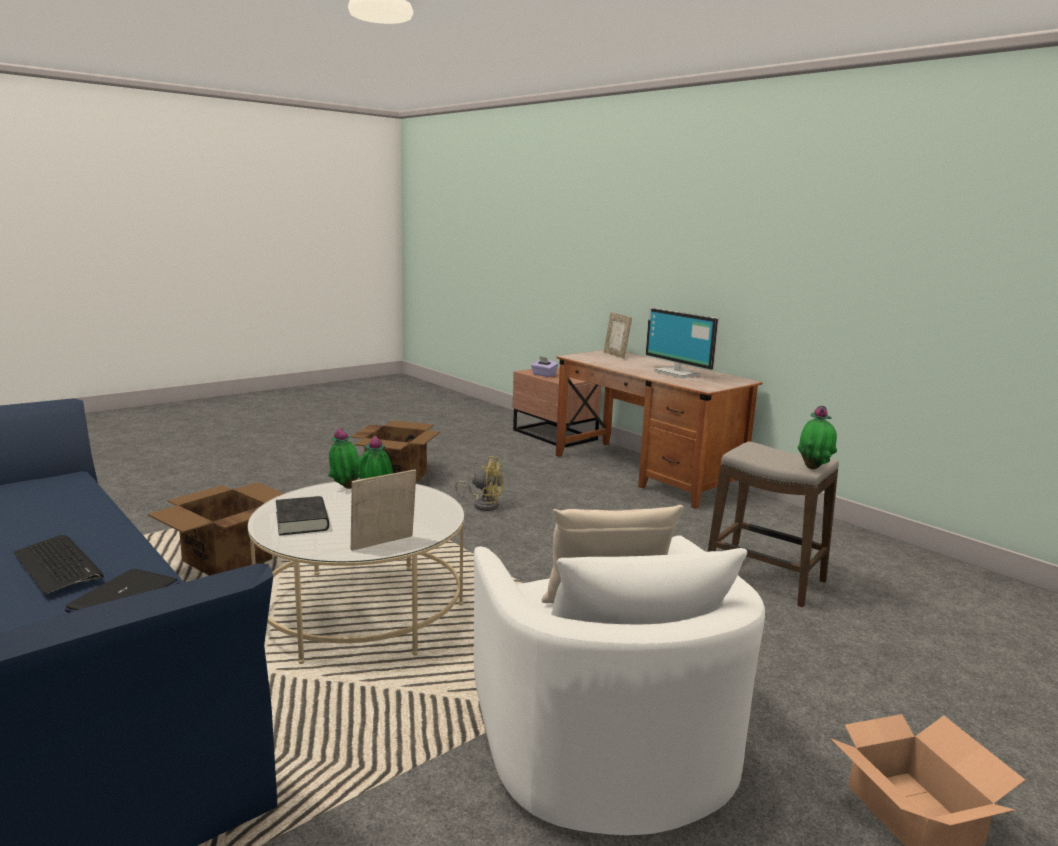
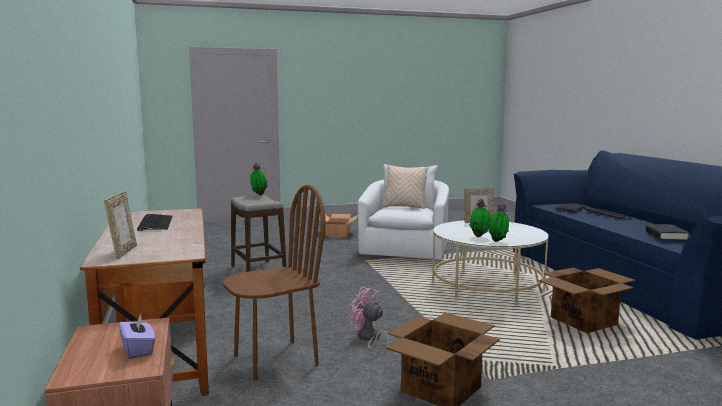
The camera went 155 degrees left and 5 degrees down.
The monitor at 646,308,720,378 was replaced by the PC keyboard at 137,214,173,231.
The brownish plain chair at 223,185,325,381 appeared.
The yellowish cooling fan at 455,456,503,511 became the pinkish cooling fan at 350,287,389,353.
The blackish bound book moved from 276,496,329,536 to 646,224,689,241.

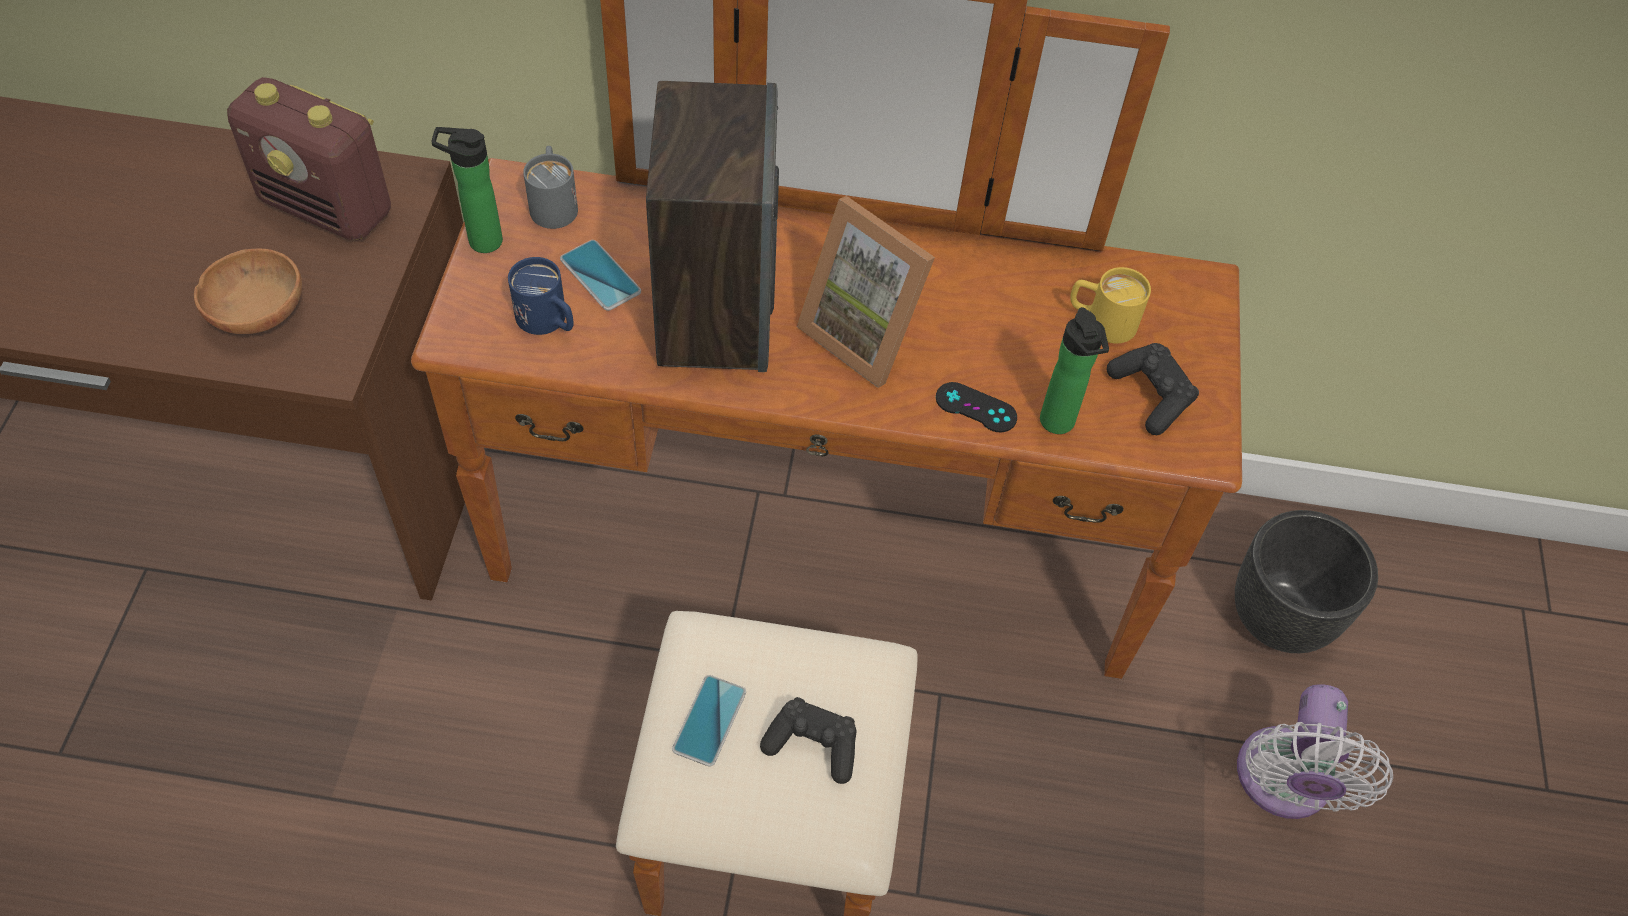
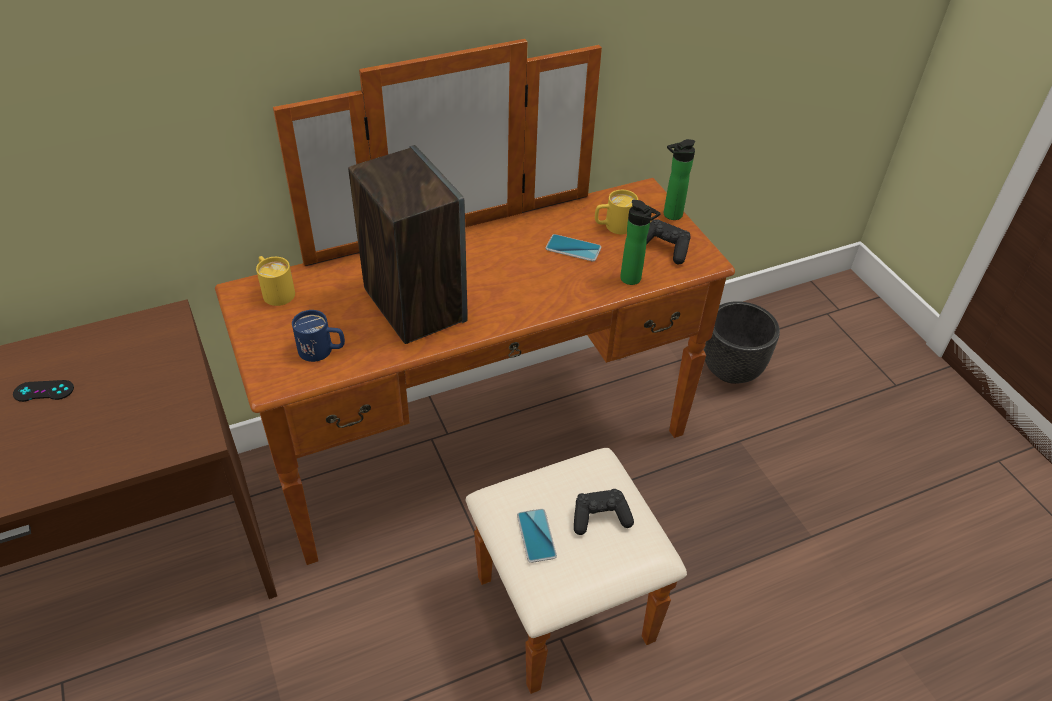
The camera went 30 degrees left and 10 degrees down.
The blackish game controller moved from 936,382,1017,432 to 13,380,74,402.
The grey mug at 523,146,578,229 became the yellowish mug at 256,256,295,306.
The phone moved from 560,240,641,311 to 546,234,601,261.
The drink bottle moved from 431,127,503,253 to 664,139,695,220.
The brownish deep dish at 194,249,302,334 disappeared.
The radio receiver at 227,77,391,240 disappeared.
The standing frame at 797,196,935,388 disappeared.
The whitish cooling fan at 1237,684,1393,819 disappeared.

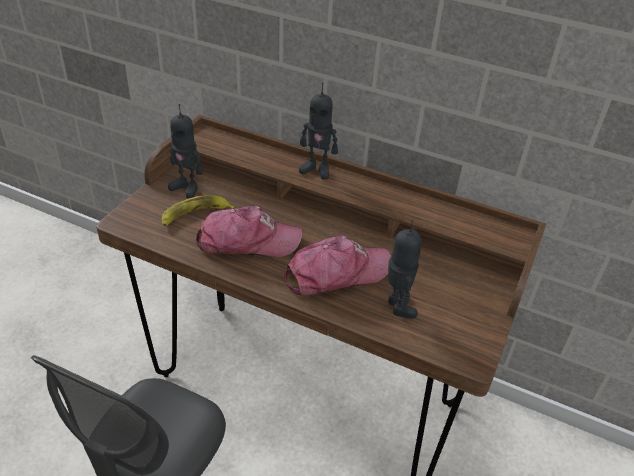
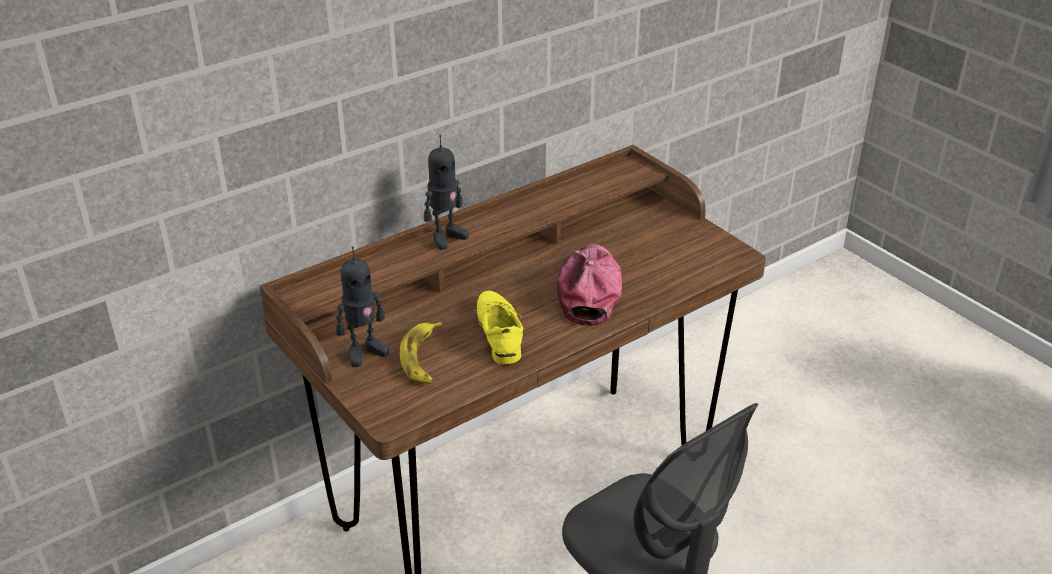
The camera went 60 degrees left and 5 degrees down.
The cap at 195,205,302,257 was replaced by the yellowish item of footwear at 476,291,523,364.
The robot figure at 388,220,422,319 disappeared.

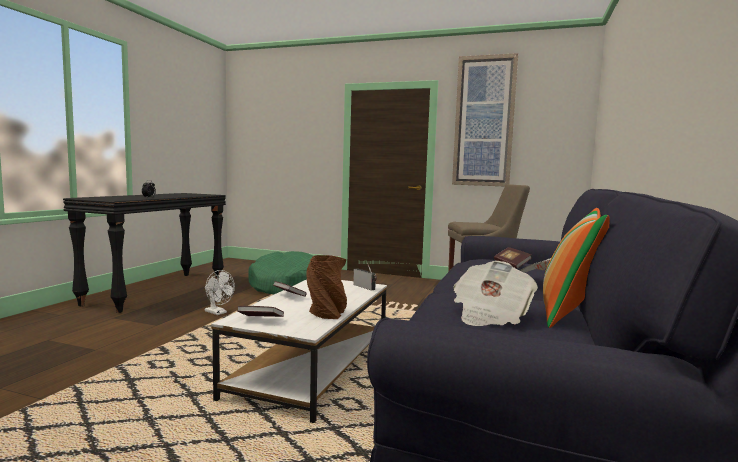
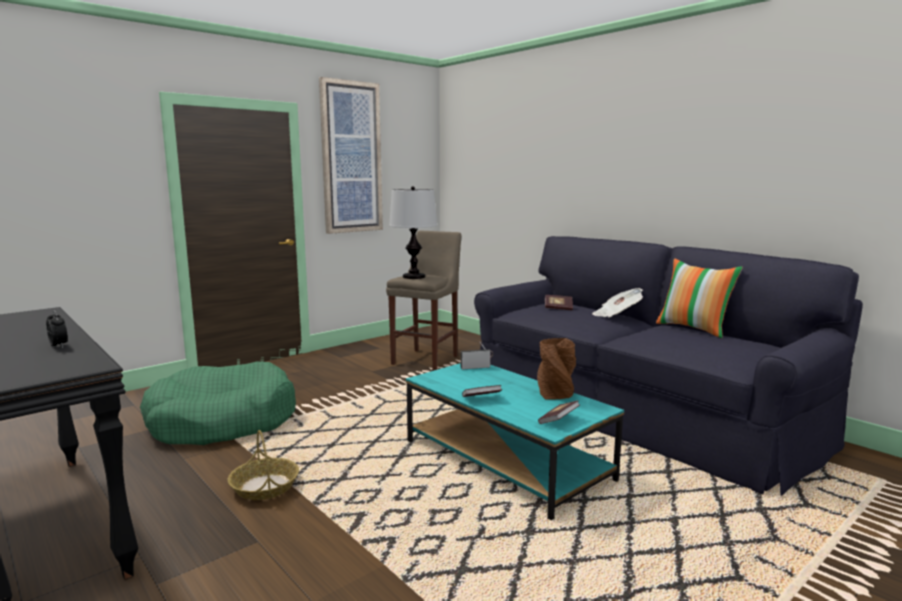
The camera went 60 degrees left and 5 degrees up.
The whitish cooling fan at 205,270,235,315 was replaced by the household basket at 228,430,299,500.
The table lamp at 389,186,437,279 appeared.
The whitish lounge table at 211,280,387,423 became the turquoise lounge table at 406,363,624,520.
The daily paper at 453,261,538,326 disappeared.

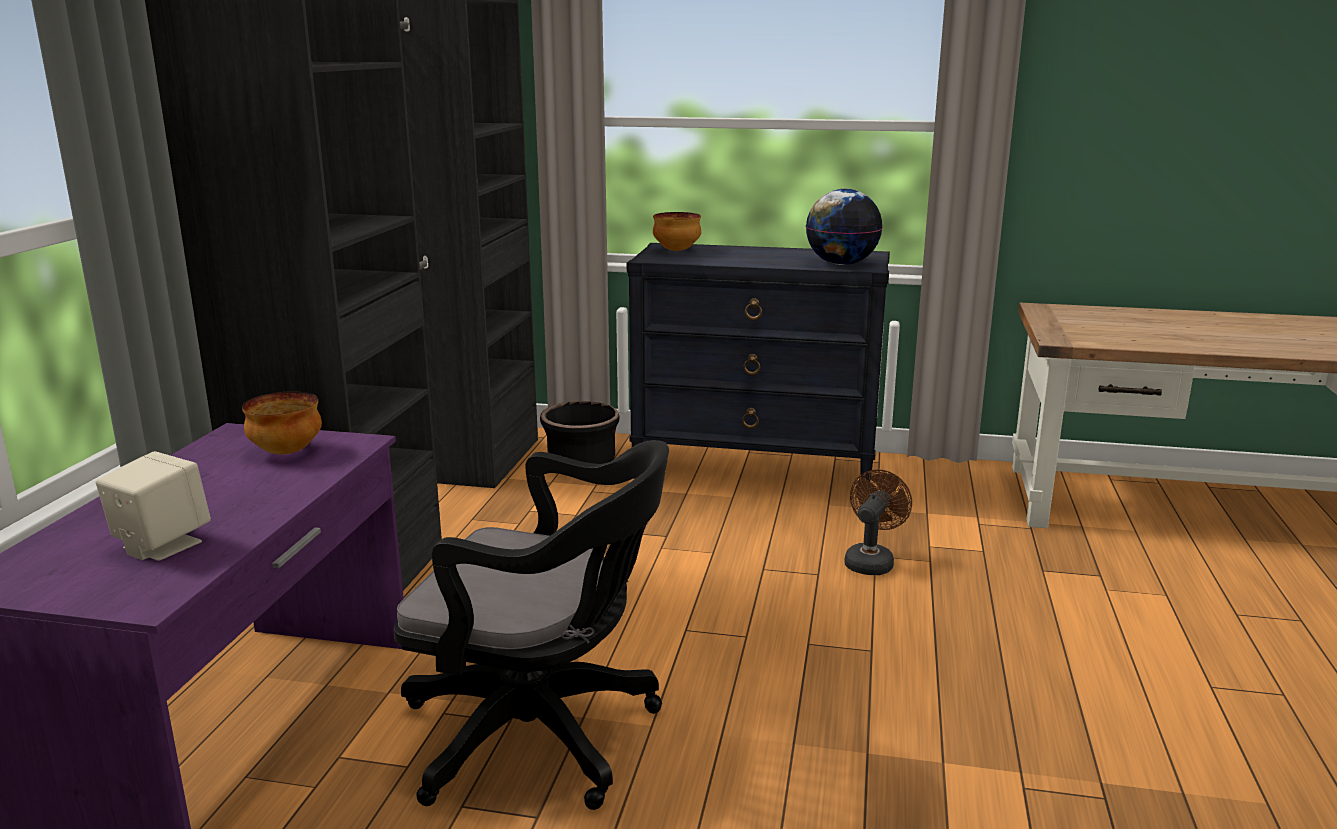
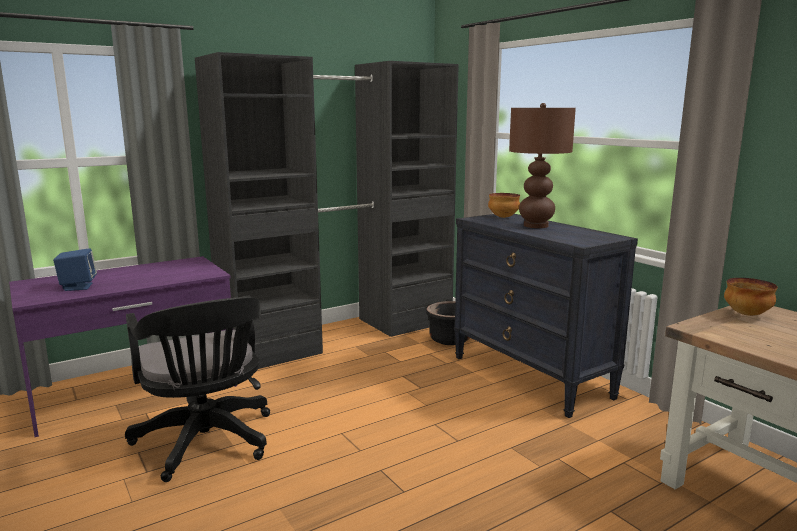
The camera went 45 degrees right and 5 degrees down.
The beige-coloured speaker at 96,451,211,561 became the blue-coloured speaker at 53,248,97,291.
The brownish table lamp at 509,103,576,228 appeared.
The deep dish moved from 242,392,322,454 to 724,278,778,316.
The globe at 806,189,883,265 disappeared.
The brownish cooling fan at 844,469,912,575 disappeared.

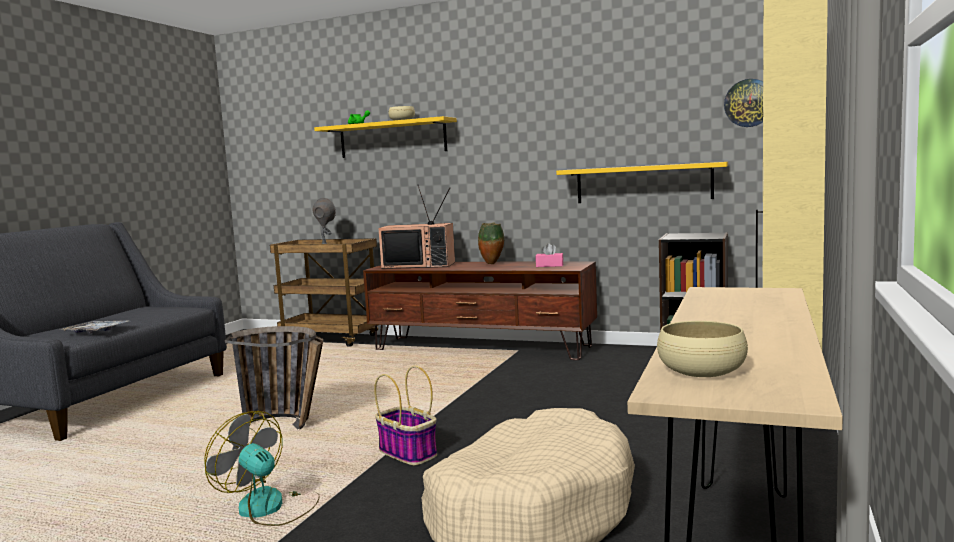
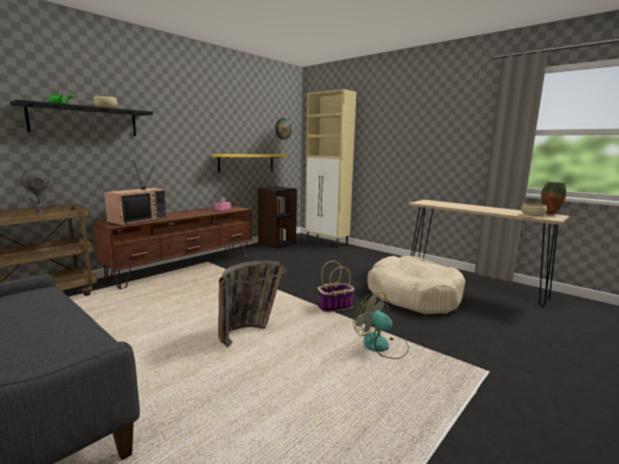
The camera went 70 degrees left and 5 degrees up.
The yellowish shelf at 314,116,457,158 became the blackish shelf at 10,100,153,136.
The cooling fan at 204,411,320,526 turned 75 degrees clockwise.
The vase moved from 478,223,504,264 to 541,182,566,214.
The tray at 63,321,129,334 disappeared.

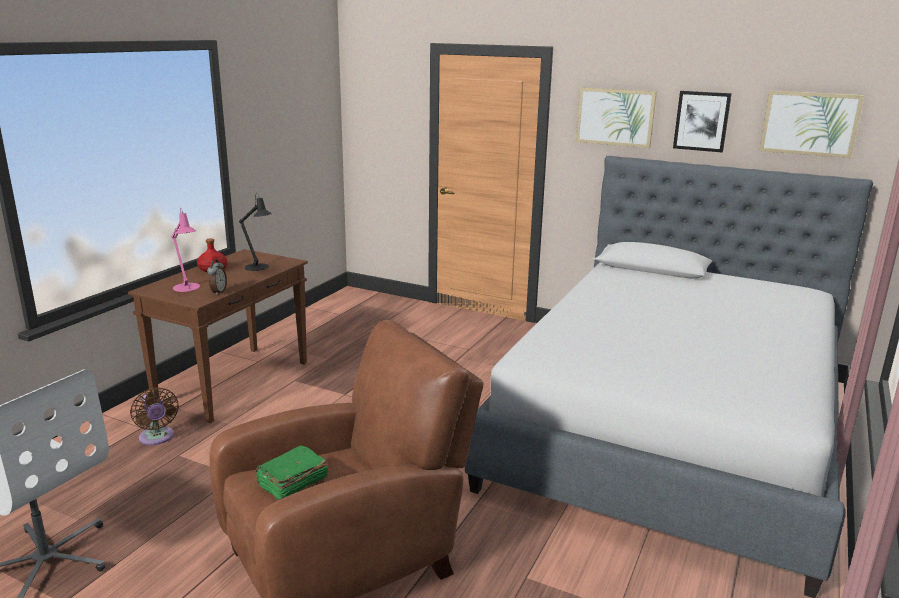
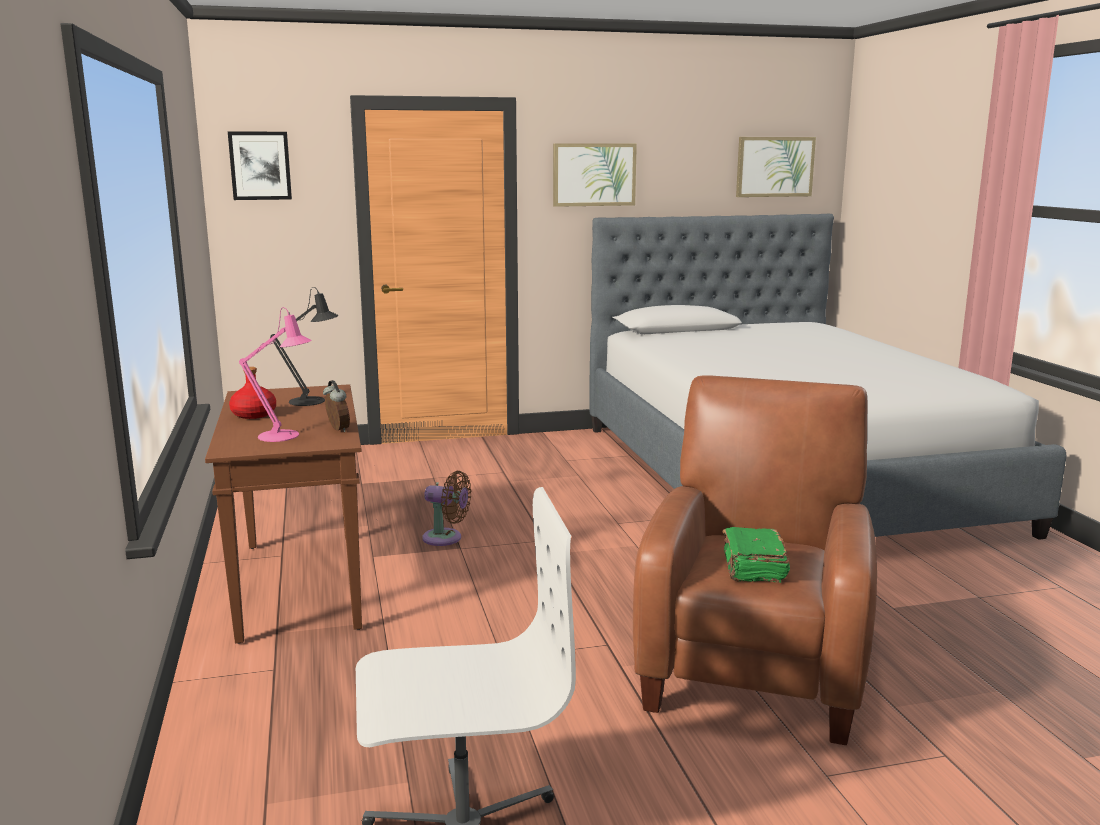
The camera went 40 degrees left and 5 degrees down.
The picture moved from 673,91,732,152 to 228,131,292,200.
The brownish cooling fan moved from 130,387,179,445 to 422,471,471,546.

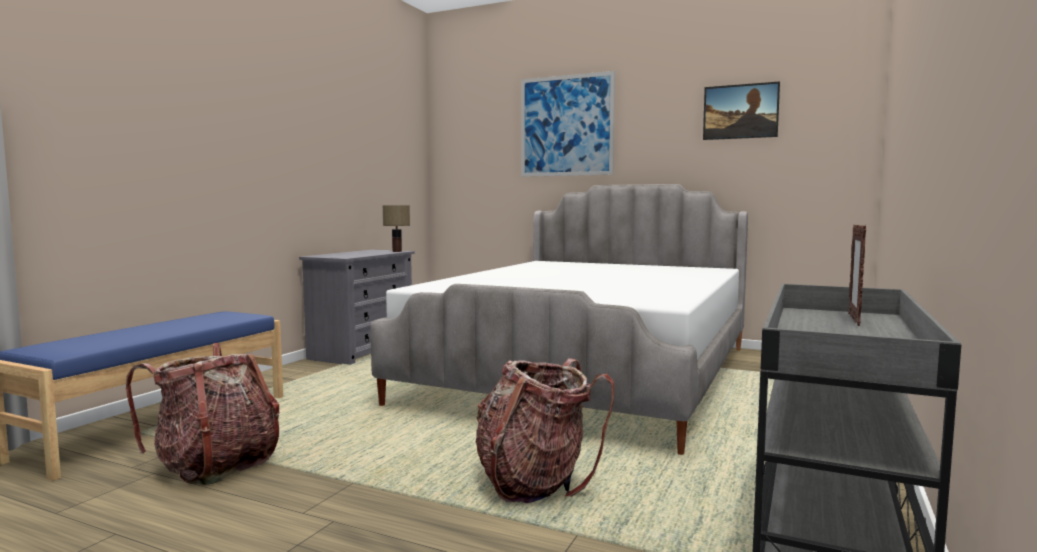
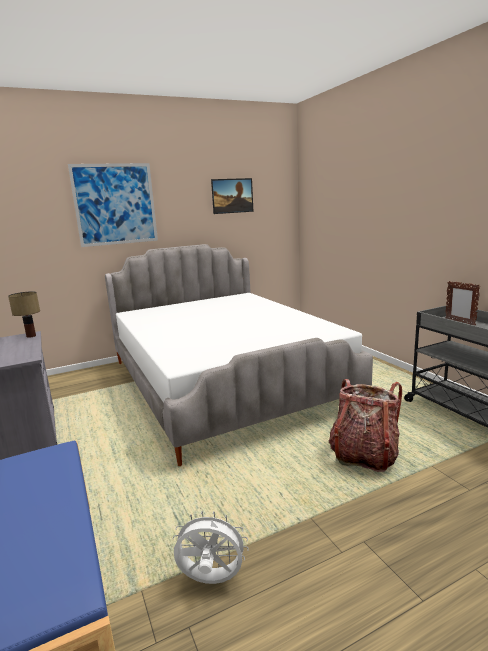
The camera went 50 degrees left and 10 degrees up.
The knapsack at 126,343,279,485 was replaced by the whitish cooling fan at 173,511,248,584.

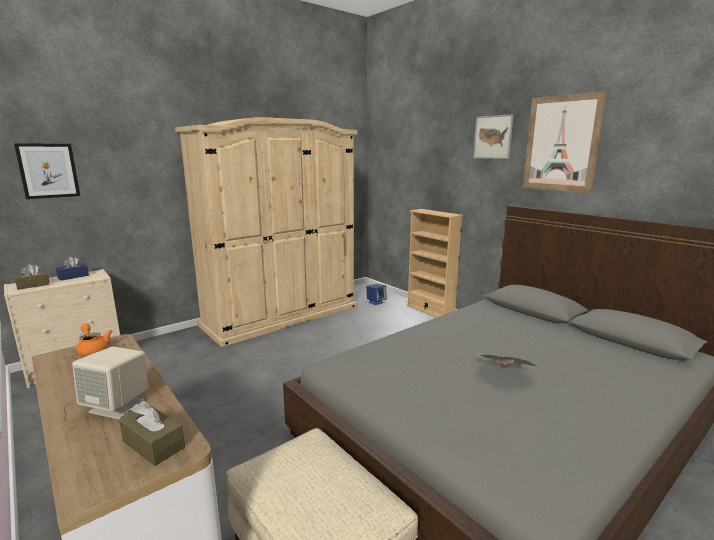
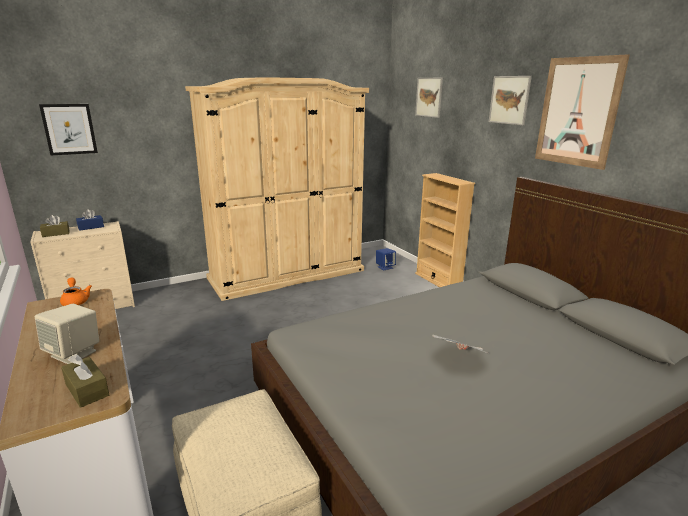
The camera went 10 degrees right and 5 degrees up.
The picture at 415,78,443,118 appeared.

